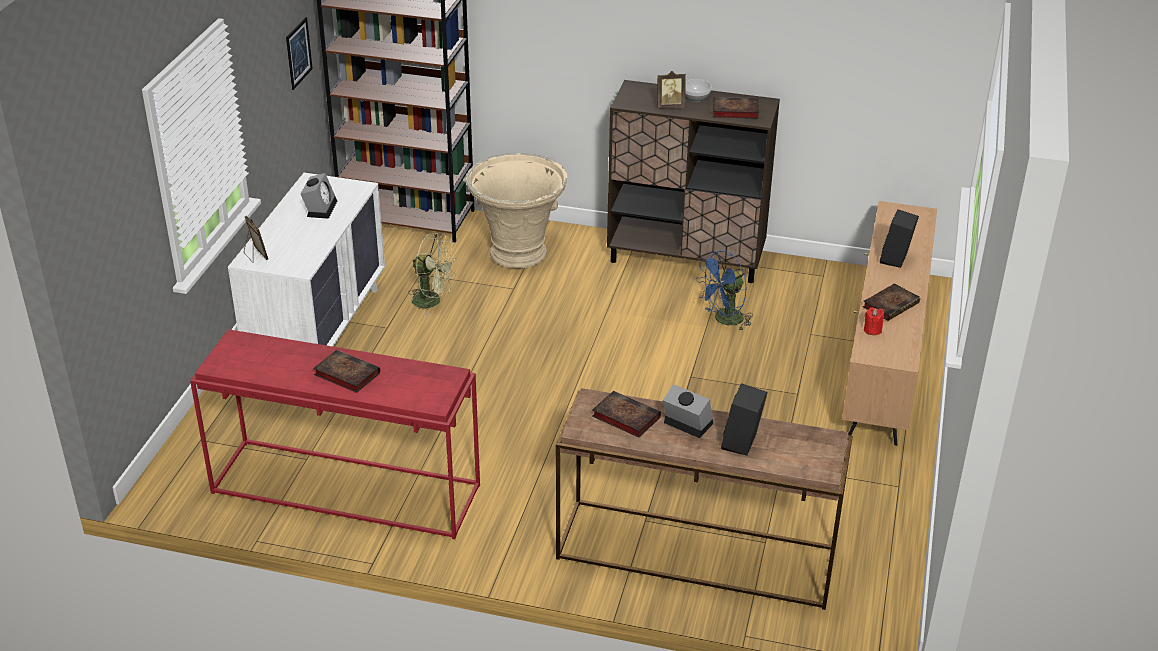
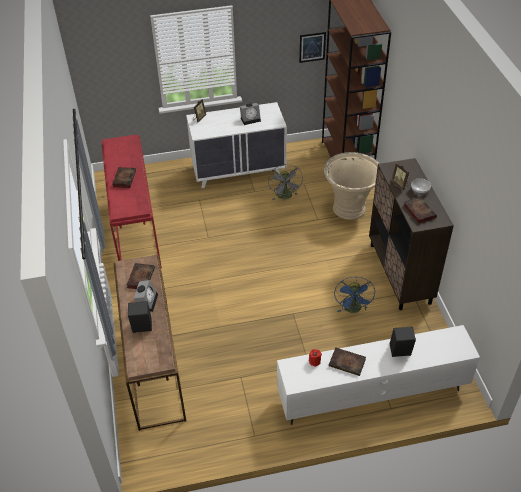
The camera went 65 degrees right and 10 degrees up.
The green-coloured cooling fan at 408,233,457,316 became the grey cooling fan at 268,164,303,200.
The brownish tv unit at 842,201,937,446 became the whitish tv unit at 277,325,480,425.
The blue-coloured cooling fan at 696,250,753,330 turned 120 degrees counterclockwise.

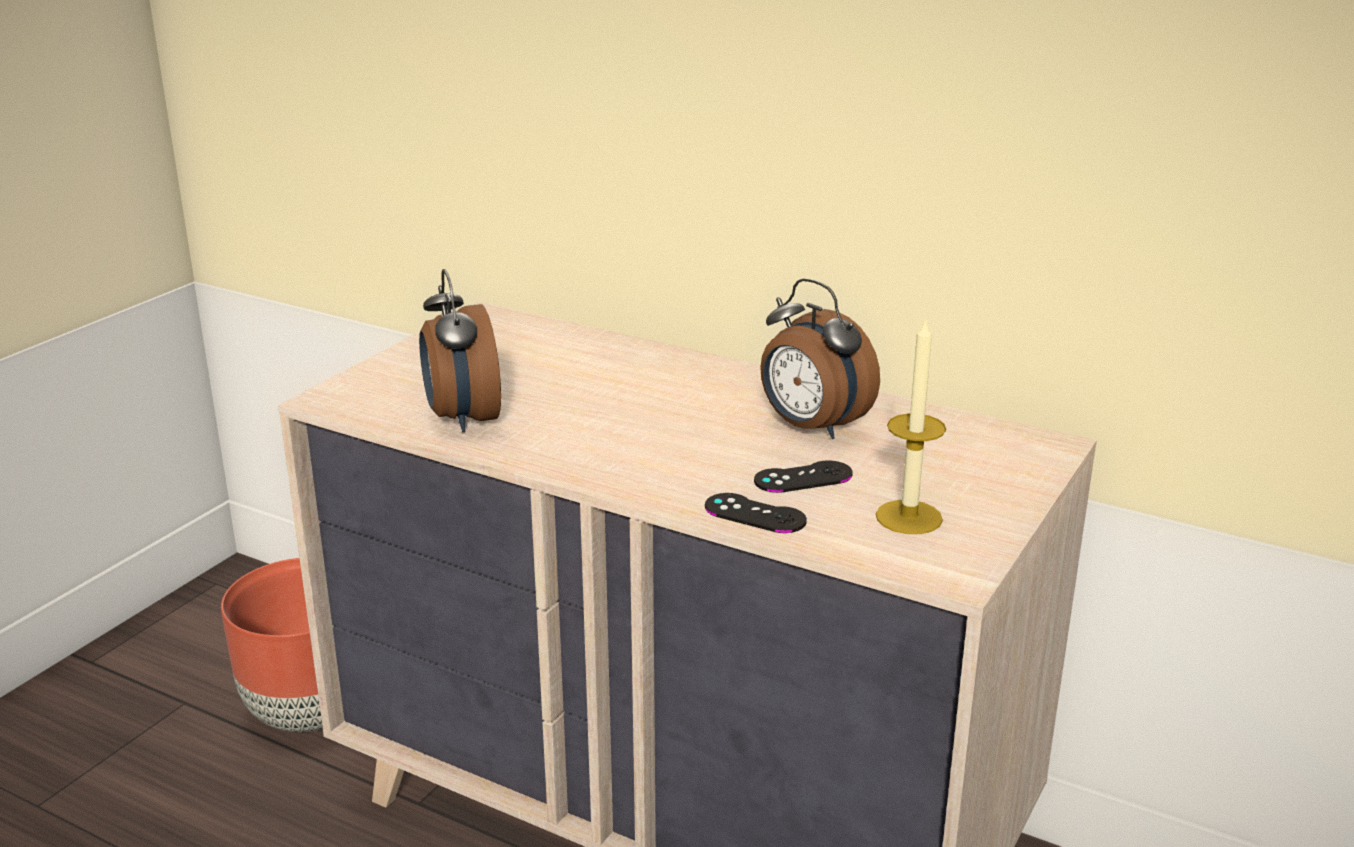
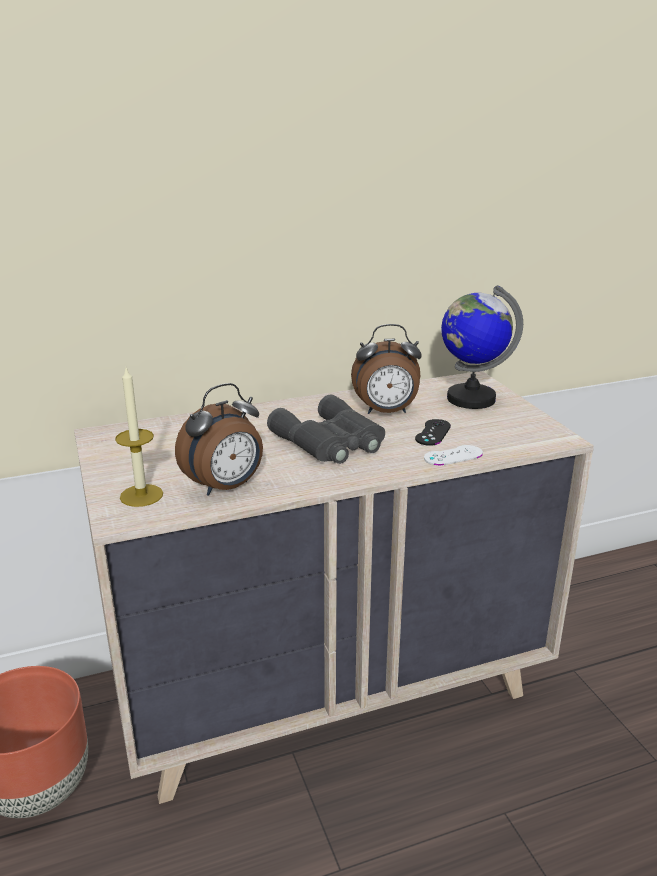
The camera went 50 degrees left and 0 degrees up.
The wax light moved from 876,317,946,534 to 115,368,163,507.
The table clock at 419,269,501,432 turned 60 degrees counterclockwise.
The grey binoculars at 267,394,385,464 appeared.
The blackish game controller at 705,493,807,533 became the whitish game controller at 424,445,483,466.
The globe at 441,285,523,409 appeared.

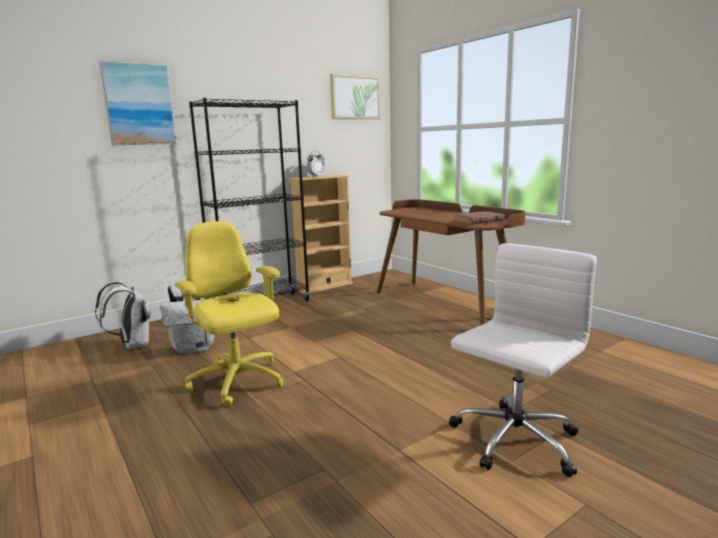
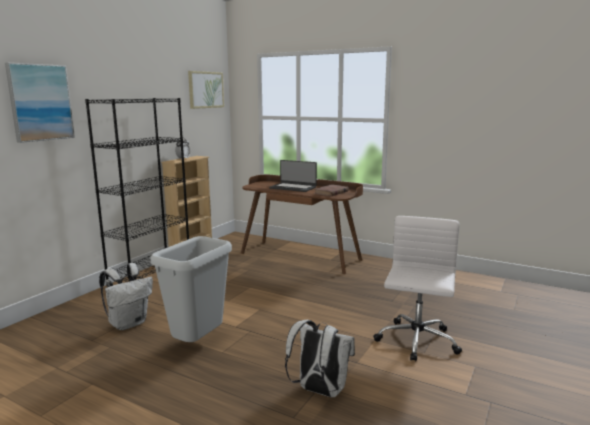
The camera went 25 degrees left and 0 degrees up.
The yellowish office chair at 175,221,284,407 was replaced by the grey rubbish bin at 150,236,232,342.
The notebook computer at 269,160,317,192 appeared.
The whitish knapsack moved from 95,282,151,349 to 285,320,355,397.

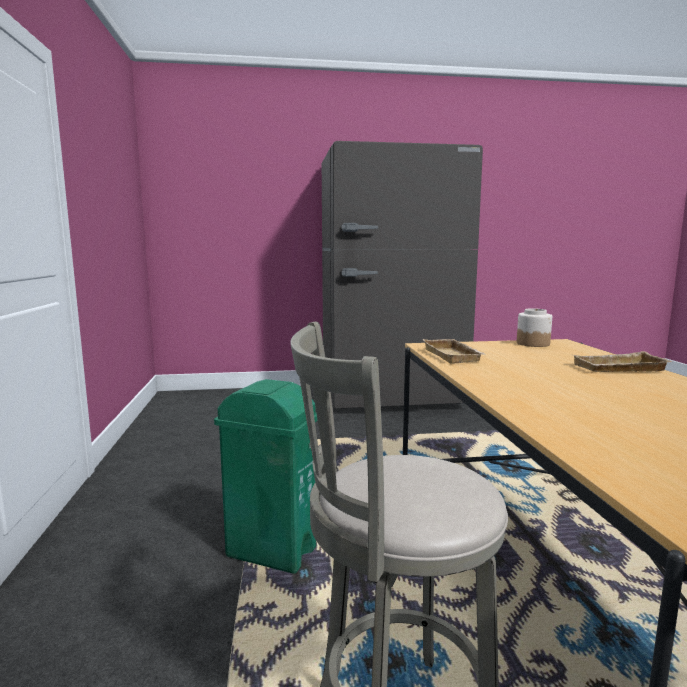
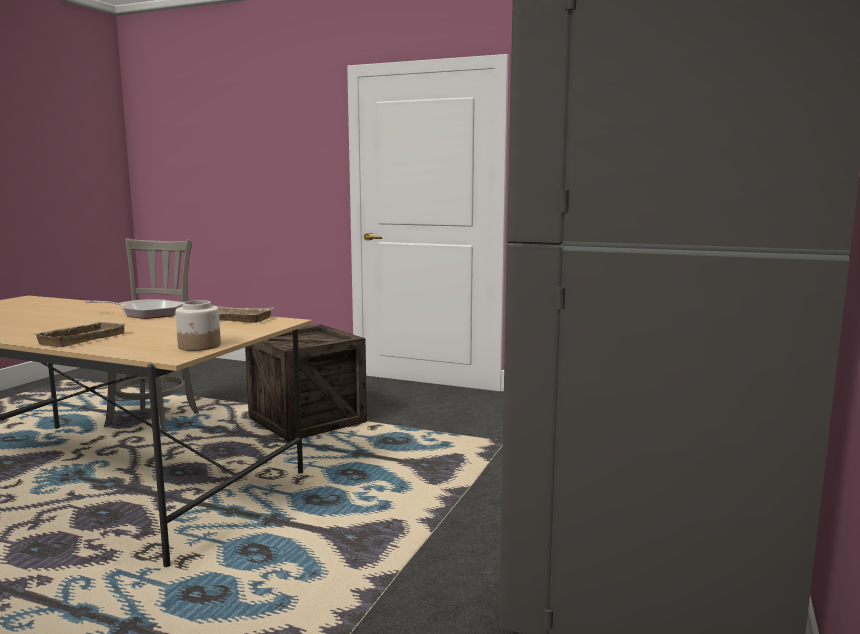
The camera went 120 degrees right and 0 degrees up.
The frying pan at 85,300,184,319 appeared.
The green-coloured rubbish bin at 214,379,318,574 was replaced by the crate at 245,324,367,442.

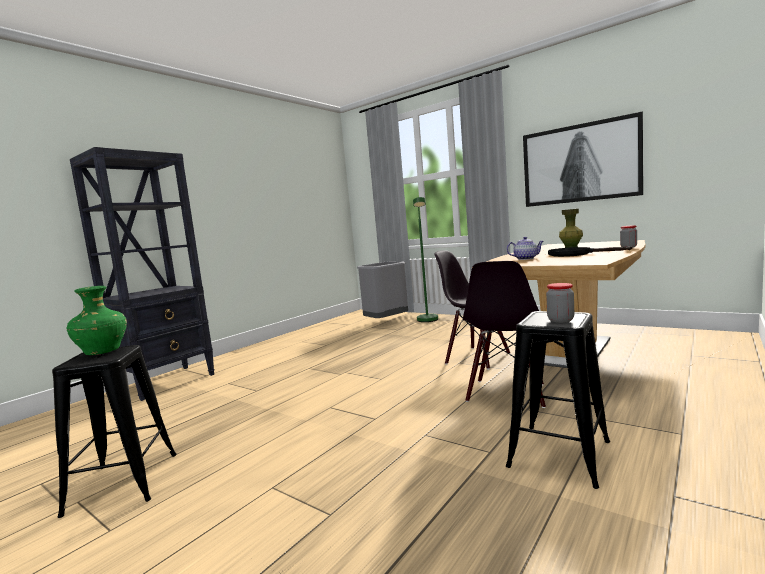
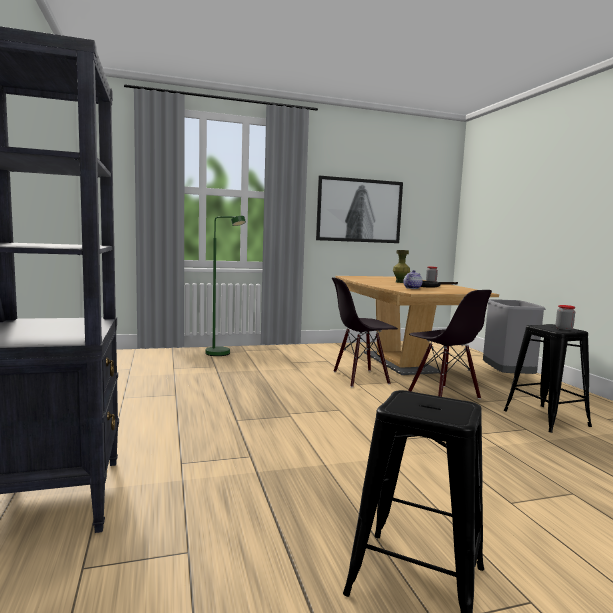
The camera went 55 degrees left and 0 degrees up.
The grey rubbish bin moved from 357,261,408,318 to 483,299,546,374.
The green-coloured vase at 67,286,127,355 disappeared.

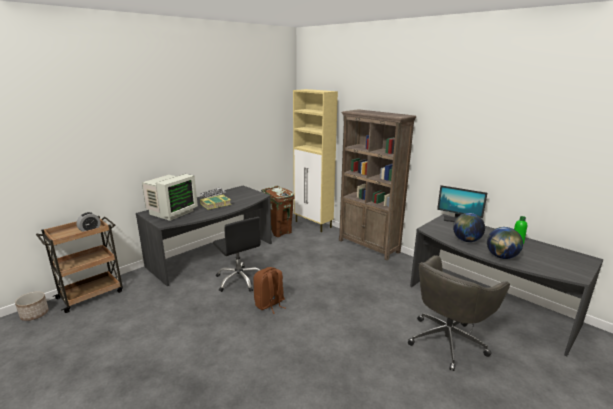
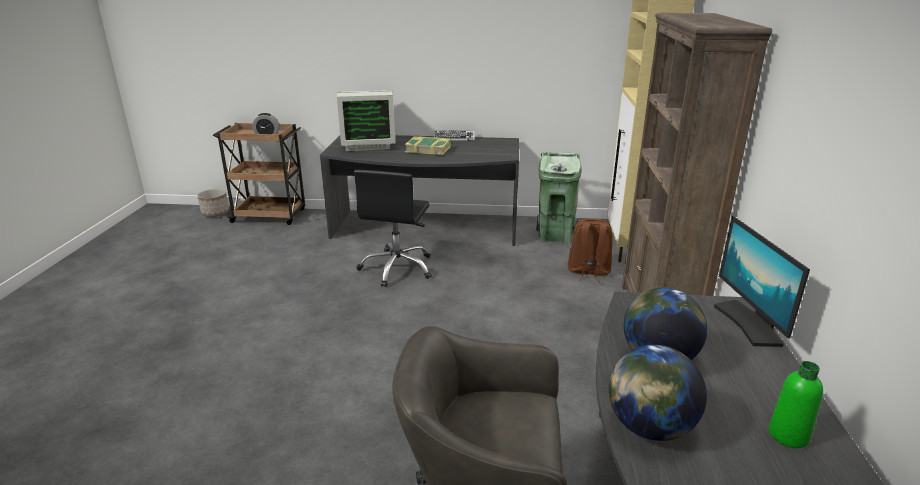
The camera went 50 degrees right and 5 degrees up.
The brownish rubbish bin at 261,186,295,237 became the green-coloured rubbish bin at 536,152,581,244.
The brownish knapsack moved from 253,267,285,314 to 568,219,613,283.

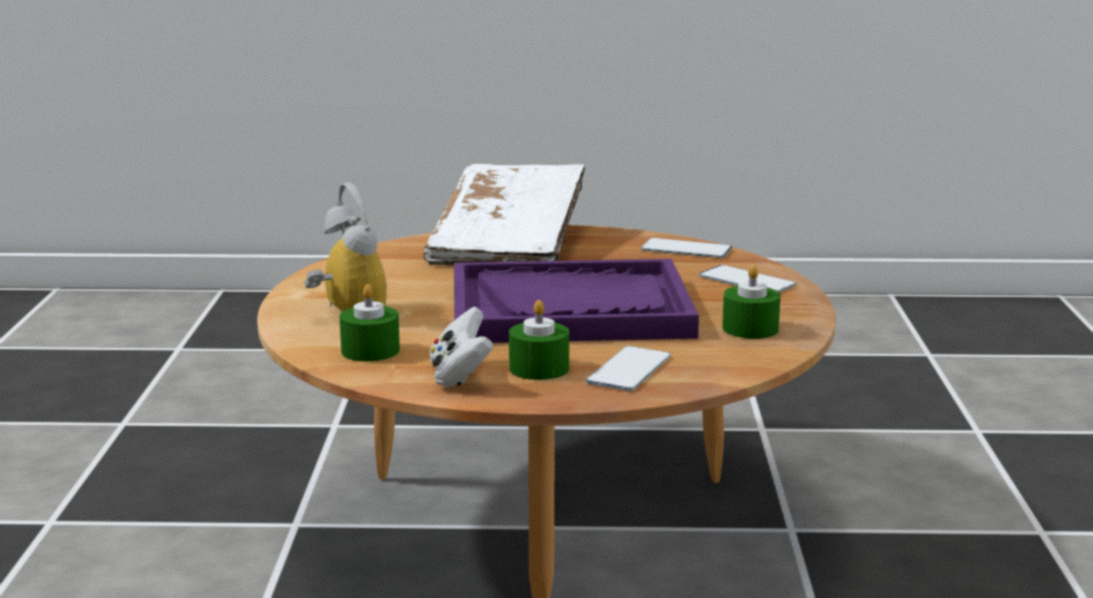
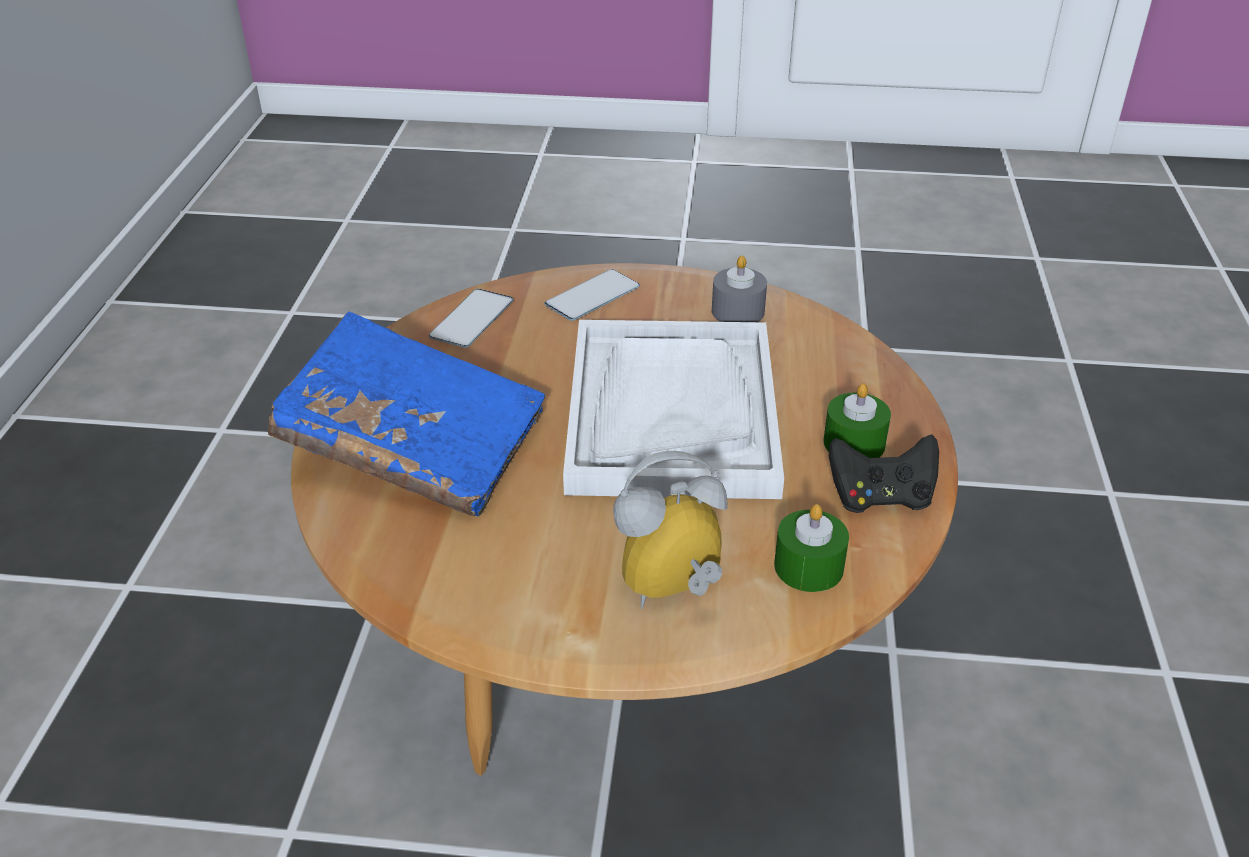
The camera went 85 degrees left and 20 degrees up.
The whitish bound book at 424,164,585,265 became the blue-coloured bound book at 268,312,545,517.
The purplish tray at 454,259,699,343 became the whitish tray at 563,320,784,499.
The green-coloured wax light at 722,265,781,339 became the grey wax light at 712,256,767,322.
The whitish game controller at 430,307,494,388 became the blackish game controller at 829,434,939,513.
The phone at 586,346,671,391 disappeared.

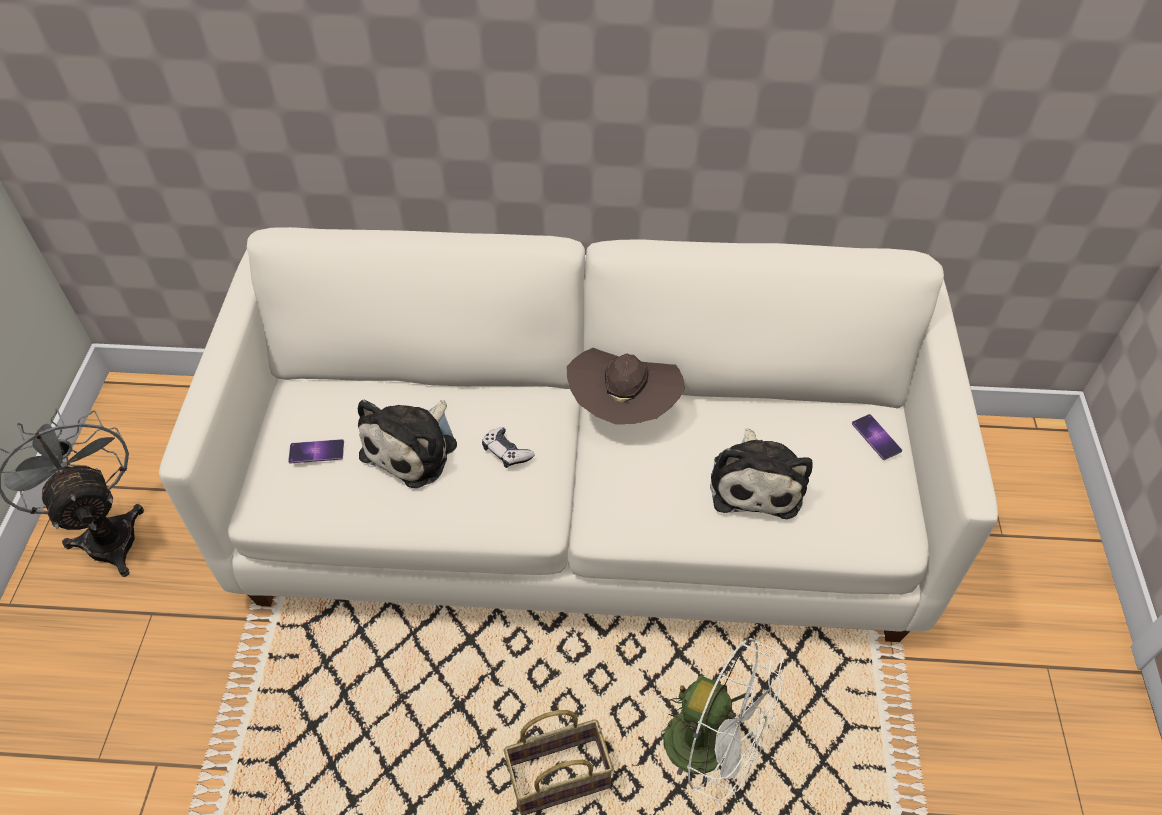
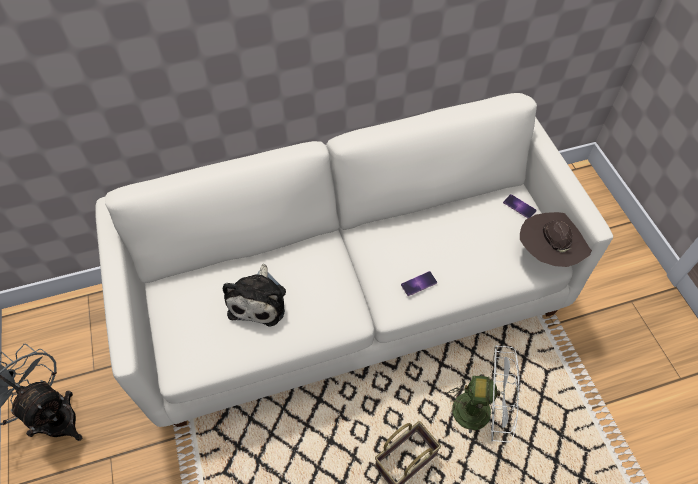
The camera went 20 degrees left and 5 degrees up.
The phone moved from 288,439,344,463 to 401,271,437,296.
The brownish hat moved from 567,348,685,424 to 520,212,592,267.
The game controller at 482,427,535,468 disappeared.
The cuddly toy at 710,428,813,519 disappeared.

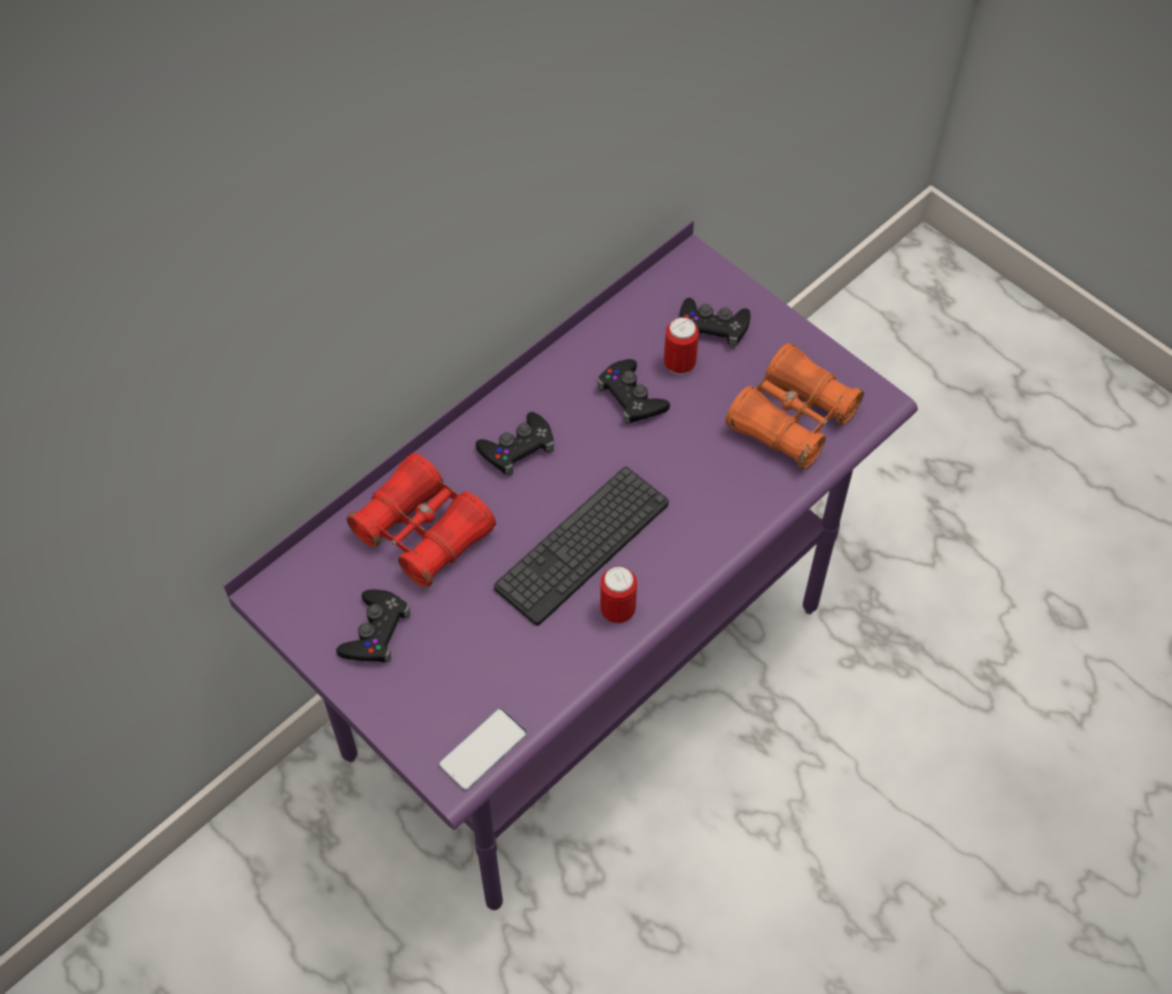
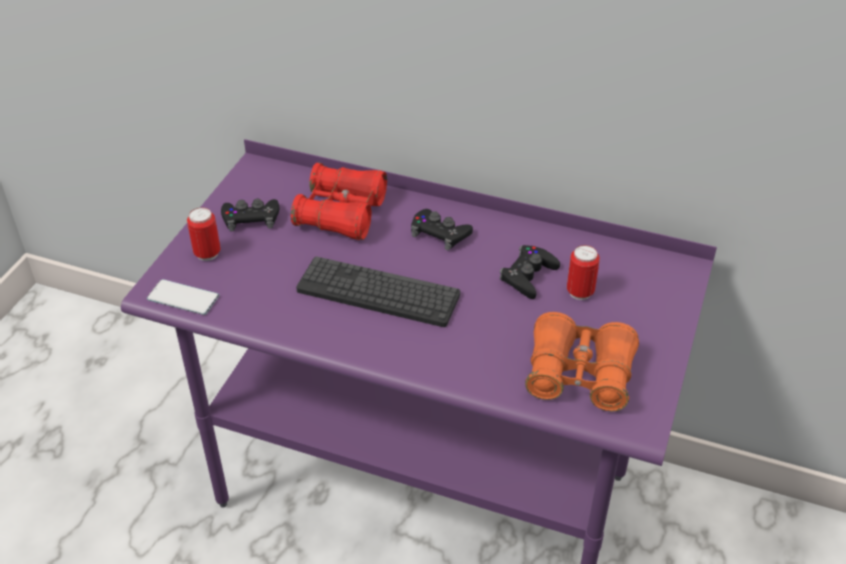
The camera went 65 degrees right and 15 degrees down.
The sealed can moved from 600,566,637,623 to 187,207,220,261.
The blackish game controller at 680,298,750,348 disappeared.

